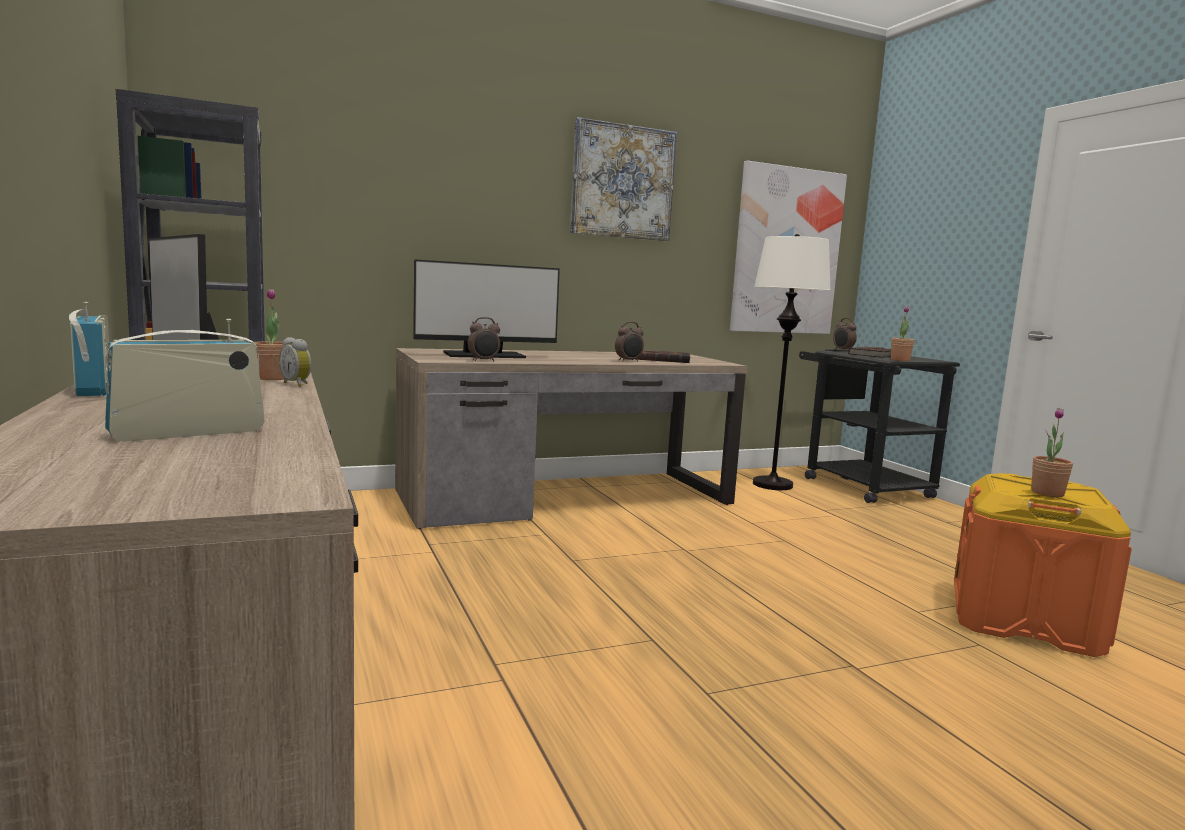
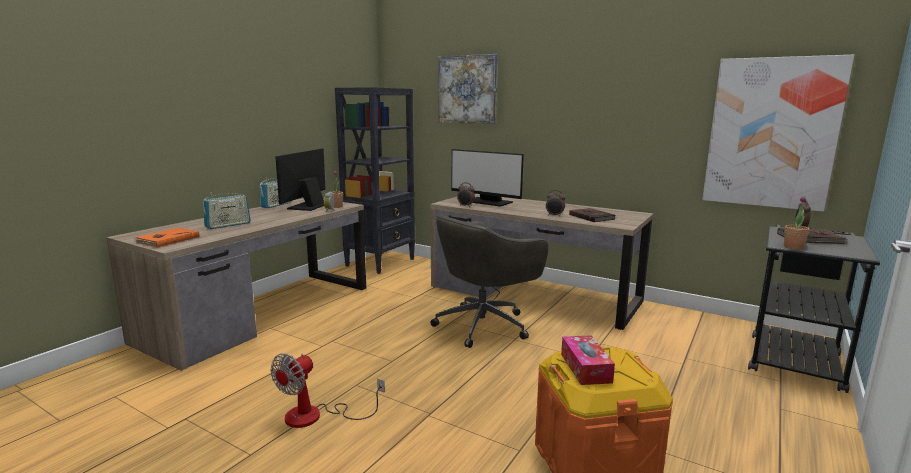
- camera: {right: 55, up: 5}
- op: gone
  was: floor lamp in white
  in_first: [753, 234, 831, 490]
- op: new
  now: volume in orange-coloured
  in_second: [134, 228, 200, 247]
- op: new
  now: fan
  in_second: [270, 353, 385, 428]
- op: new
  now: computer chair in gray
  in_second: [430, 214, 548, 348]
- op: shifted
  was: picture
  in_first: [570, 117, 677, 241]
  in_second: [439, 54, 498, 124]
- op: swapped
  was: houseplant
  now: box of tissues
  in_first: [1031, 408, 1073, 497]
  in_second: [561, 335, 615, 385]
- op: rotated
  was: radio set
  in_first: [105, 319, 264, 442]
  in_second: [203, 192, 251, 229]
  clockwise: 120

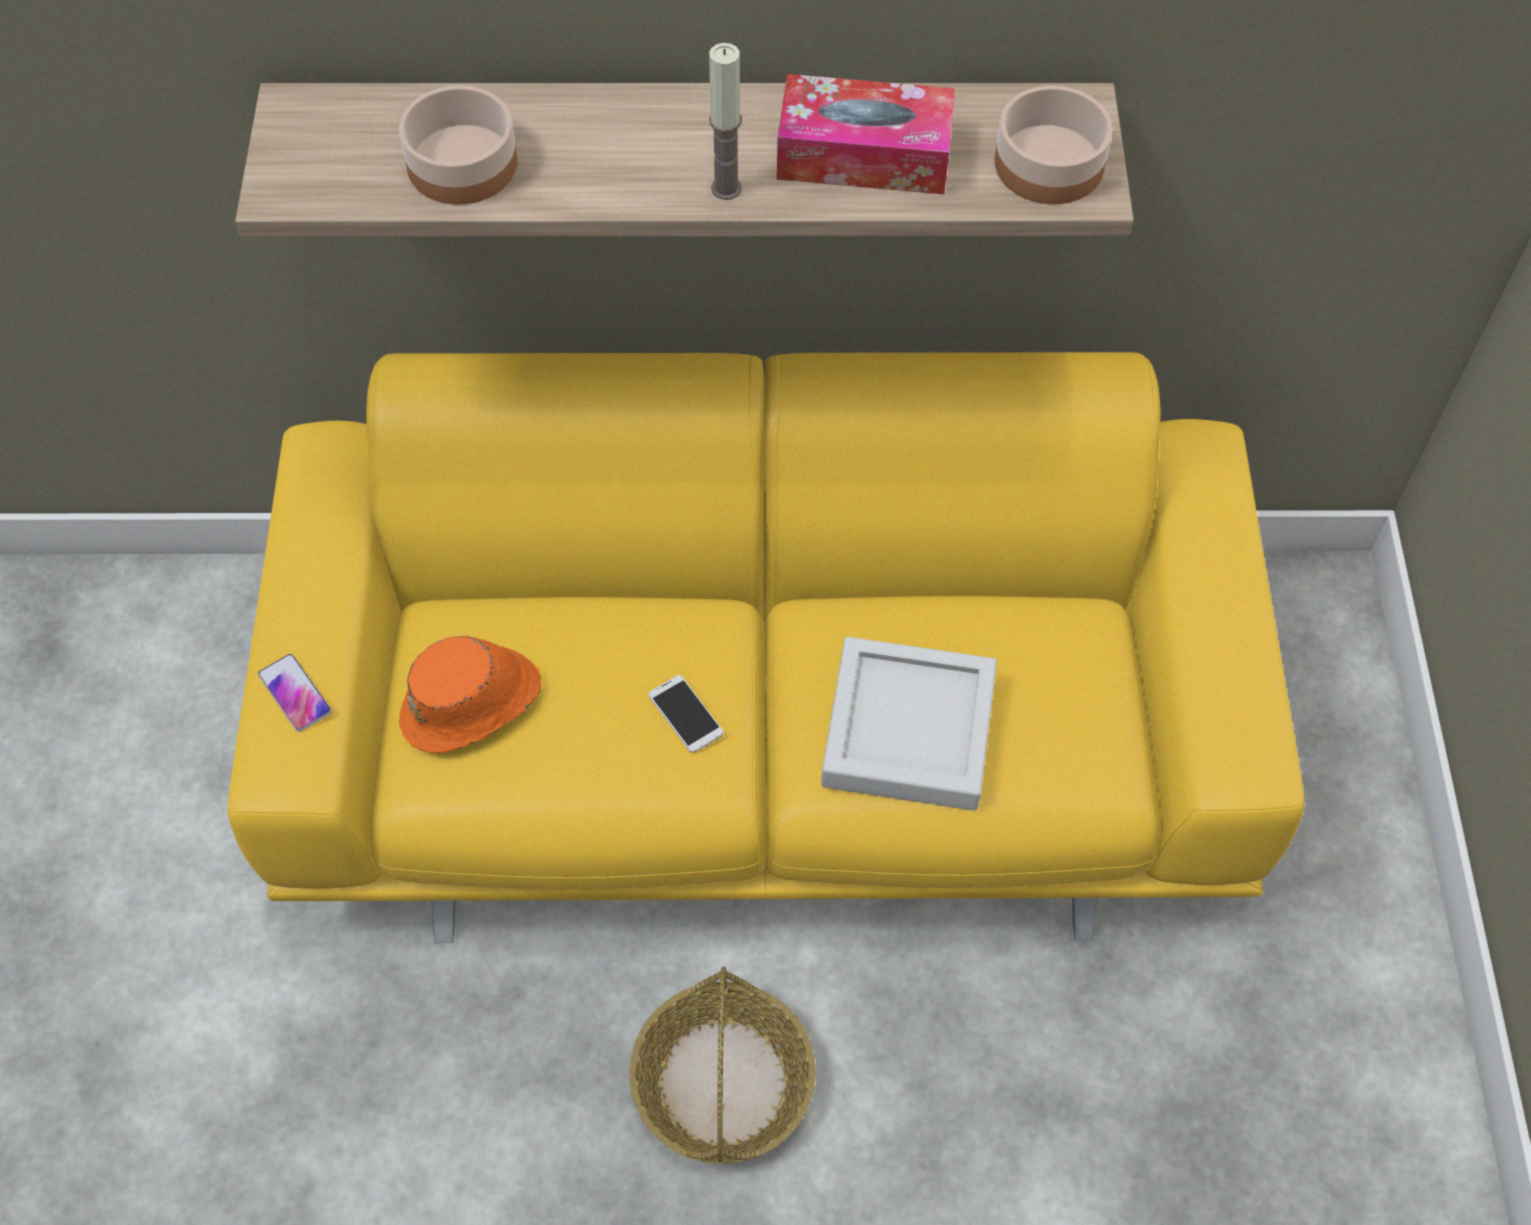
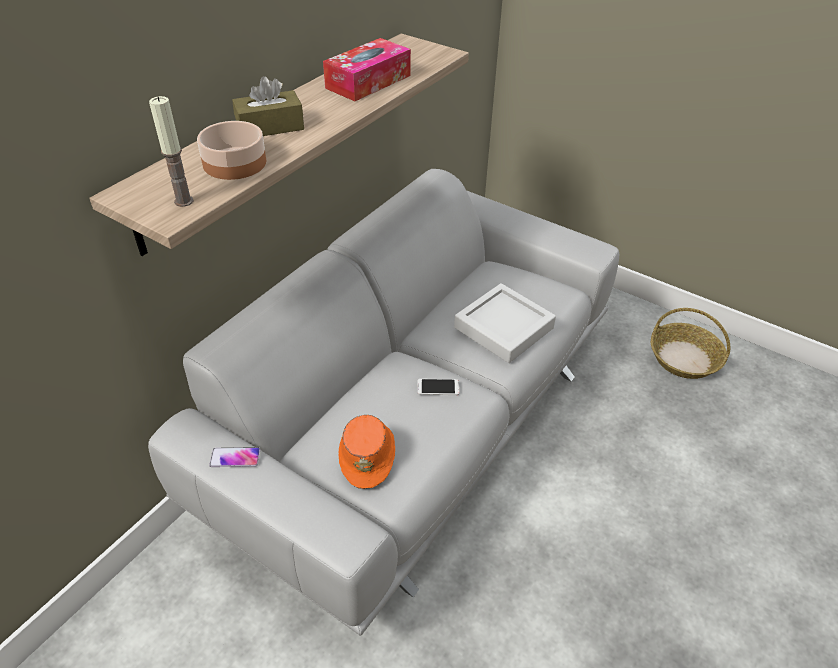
- camera: {right: -55, up: -15}
- op: gone
  was: serving bowl
  in_first: [995, 86, 1113, 204]
- op: new
  now: box of tissues in brown-coloured
  in_second: [232, 76, 304, 136]
- op: shifted
  was: handset
  in_first: [258, 654, 332, 732]
  in_second: [209, 447, 260, 467]
- op: shifted
  was: basket
  in_first: [629, 967, 816, 1164]
  in_second: [651, 308, 730, 379]
- op: shifted
  was: wax light
  in_first: [709, 43, 742, 200]
  in_second: [149, 96, 194, 207]
- op: repainted
  was: settee in yellow
  now: settee in gray
  in_first: [228, 352, 1304, 943]
  in_second: [148, 169, 619, 636]

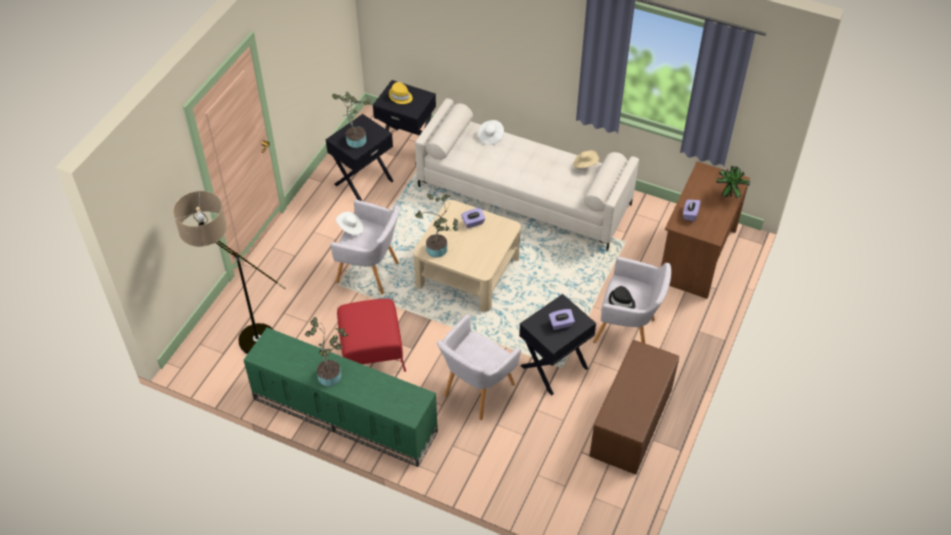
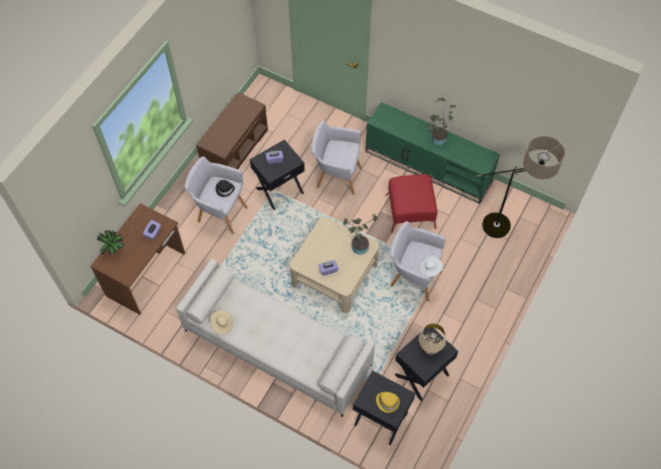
- camera: {right: -175, up: 10}
- op: gone
  was: wearable hat in white
  in_first: [478, 120, 504, 145]
- op: swapped
  was: houseplant
  now: table lamp in beige
  in_first: [332, 92, 371, 148]
  in_second: [419, 323, 446, 355]
- op: rotated
  was: lounge chair in gray
  in_first: [437, 314, 521, 420]
  in_second: [312, 121, 362, 195]
  clockwise: -120

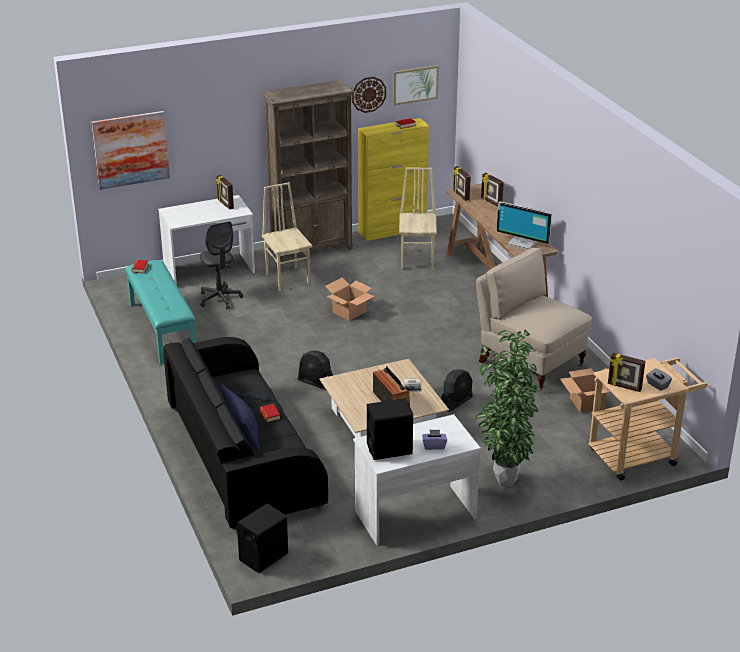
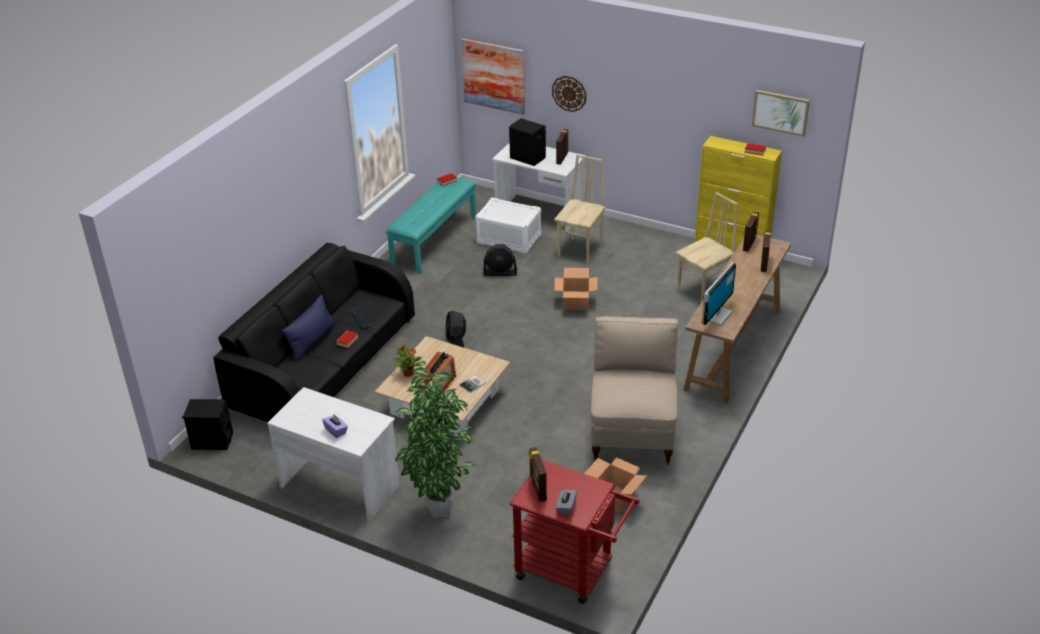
- camera: {right: 50, up: 5}
- op: gone
  was: shelving unit in brown-coloured
  in_first: [262, 80, 354, 262]
- op: new
  now: houseplant
  in_second: [393, 345, 422, 377]
- op: shifted
  was: wall clock
  in_first: [352, 77, 386, 113]
  in_second: [552, 76, 586, 112]
- op: shifted
  was: loudspeaker in black-coloured
  in_first: [367, 398, 413, 460]
  in_second: [509, 118, 546, 166]
- op: shifted
  was: fan in black-coloured
  in_first: [441, 369, 473, 412]
  in_second: [483, 244, 517, 276]
- op: swapped
  was: computer chair in gray
  now: storage bin in white
  in_first: [200, 221, 243, 310]
  in_second: [475, 197, 541, 254]
- op: repainted
  was: wheeled cart in beige
  now: wheeled cart in red-coloured
  in_first: [588, 358, 707, 480]
  in_second: [510, 459, 639, 604]
- op: rotated
  was: computer screen
  in_first: [497, 201, 552, 250]
  in_second: [701, 262, 736, 326]
  clockwise: -135

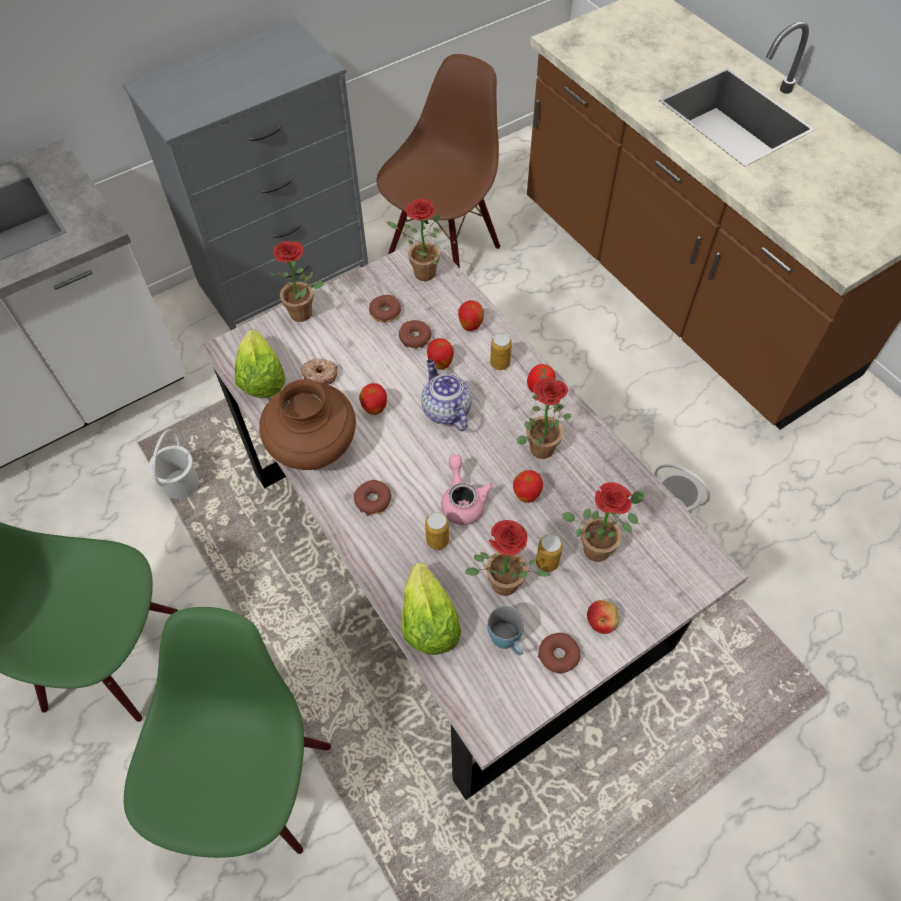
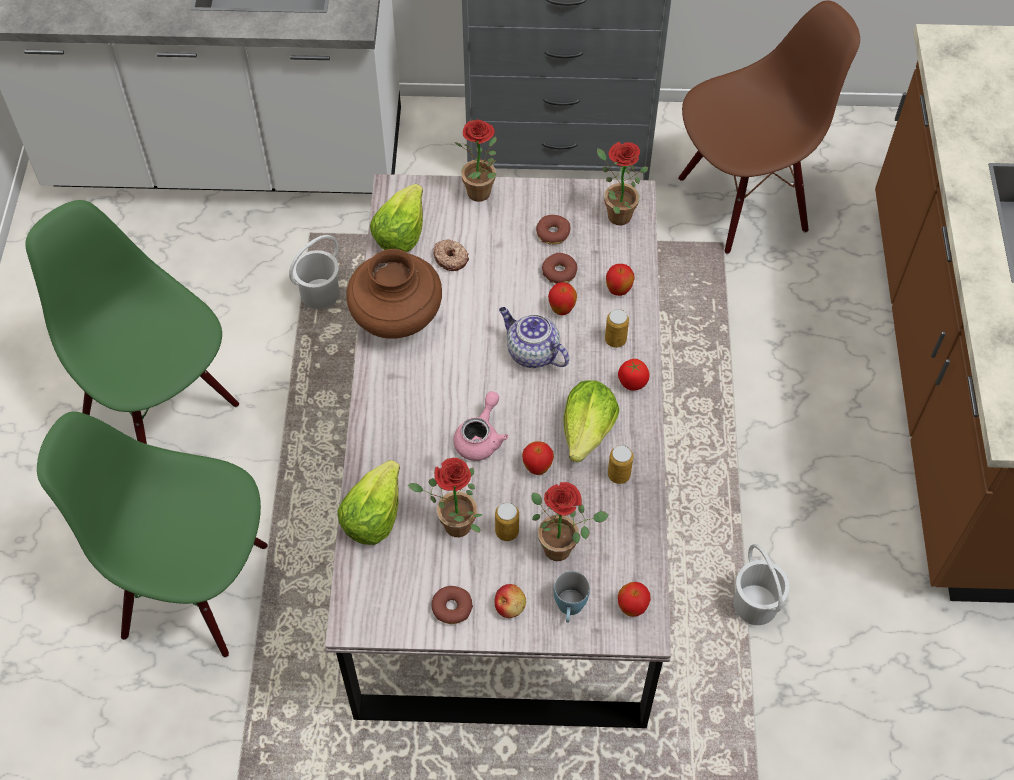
- camera: {right: 35, up: 0}
- op: gone
  was: ring doughnut
  in_first: [354, 480, 391, 516]
- op: shifted
  was: apple fruit
  in_first: [359, 383, 387, 415]
  in_second: [618, 582, 651, 617]
- op: shifted
  was: metal can
  in_first: [425, 512, 449, 550]
  in_second: [608, 445, 633, 484]
- op: shifted
  was: tea mug in bluish
  in_first: [488, 605, 524, 656]
  in_second: [554, 571, 590, 622]
- op: swapped
  was: houseplant
  now: lettuce head
  in_first: [517, 374, 572, 459]
  in_second: [563, 381, 619, 462]
- op: rotated
  was: plain chair in greenish
  in_first: [124, 607, 331, 858]
  in_second: [37, 411, 268, 658]
  clockwise: -120
- op: rotated
  was: pot for tea
  in_first: [421, 359, 472, 431]
  in_second: [499, 307, 569, 368]
  clockwise: -60

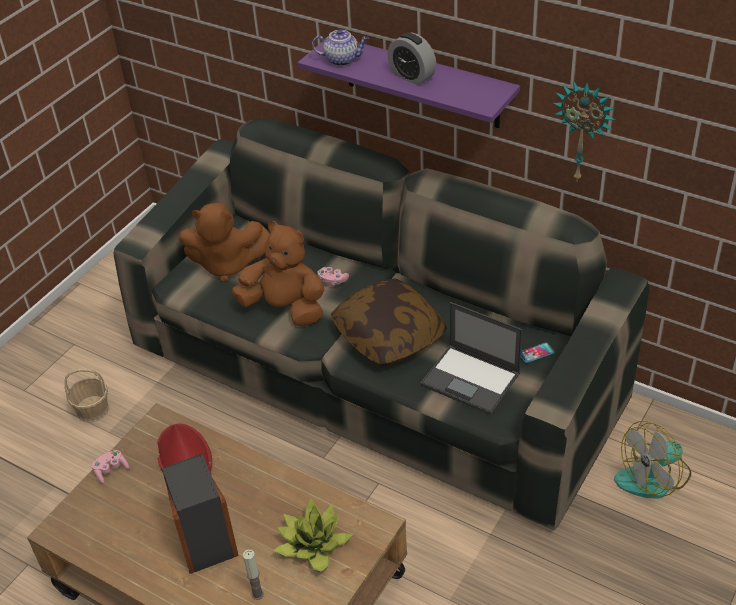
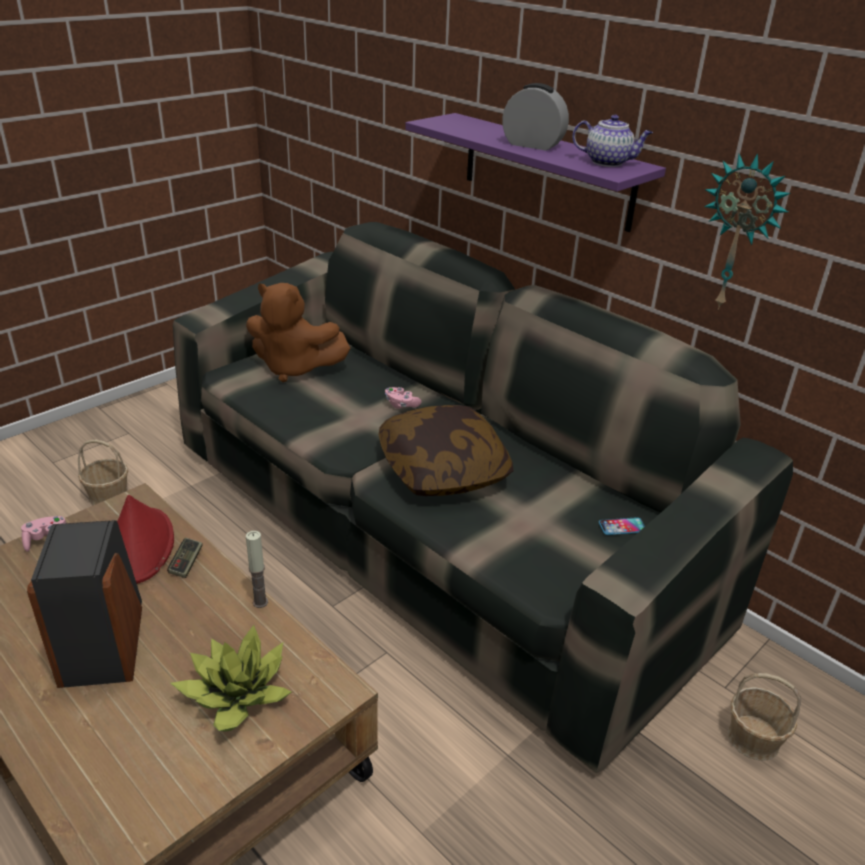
- camera: {right: 10, up: -10}
- op: gone
  was: plush toy in brown-coloured
  in_first: [231, 221, 324, 326]
- op: gone
  was: laptop
  in_first: [420, 302, 522, 415]
- op: new
  now: joypad
  in_second: [167, 538, 203, 578]
- op: shifted
  was: wax light
  in_first: [243, 549, 264, 600]
  in_second: [246, 531, 268, 608]
- op: shifted
  was: pot for tea
  in_first: [312, 29, 369, 66]
  in_second: [572, 114, 653, 167]
- op: swapped
  was: fan
  now: basket
  in_first: [614, 421, 691, 499]
  in_second: [728, 673, 801, 761]
- op: rotated
  was: table clock
  in_first: [388, 32, 436, 85]
  in_second: [502, 83, 569, 151]
  clockwise: 150

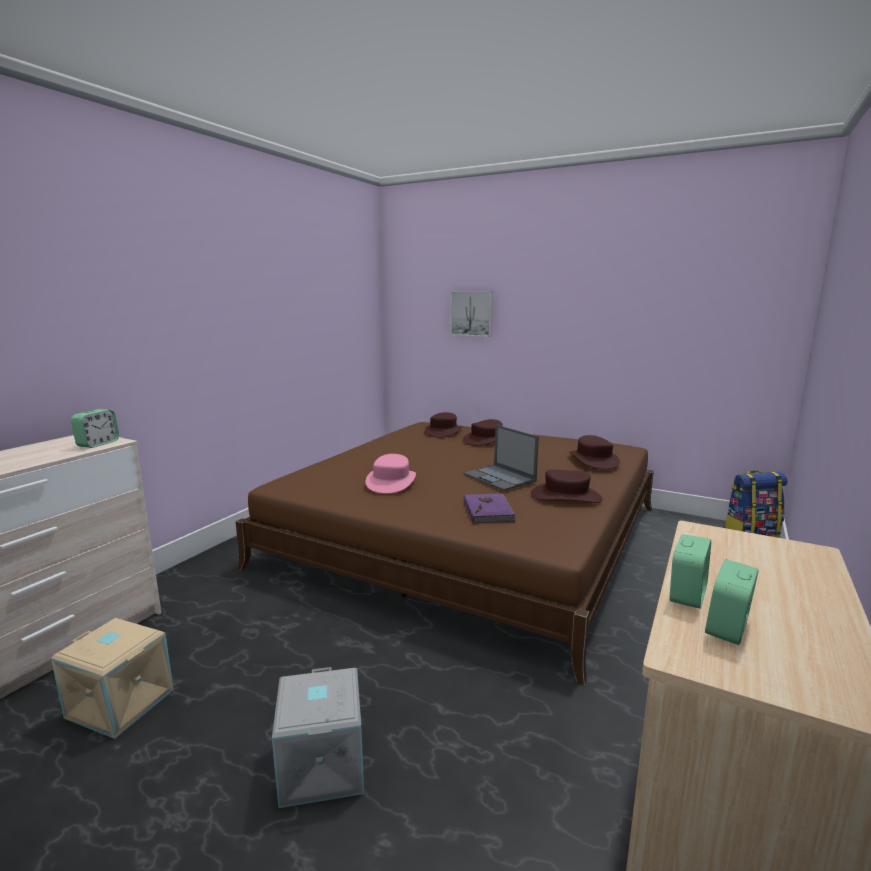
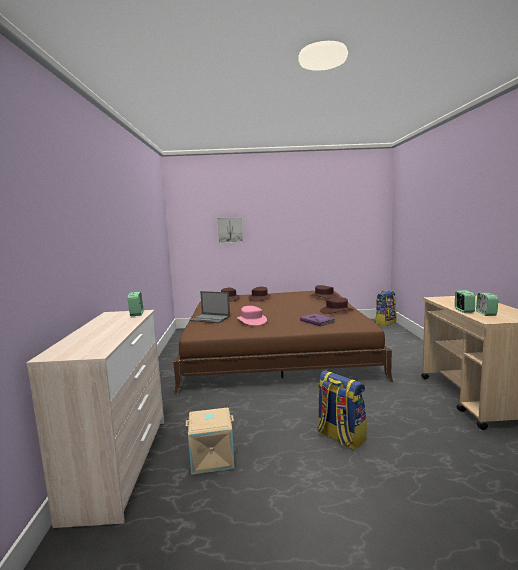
- camera: {right: -30, up: -5}
- op: shifted
  was: laptop
  in_first: [464, 425, 539, 491]
  in_second: [189, 291, 230, 323]
- op: swapped
  was: storage bin in gray
  now: rucksack
  in_first: [272, 667, 364, 808]
  in_second: [317, 370, 367, 450]

